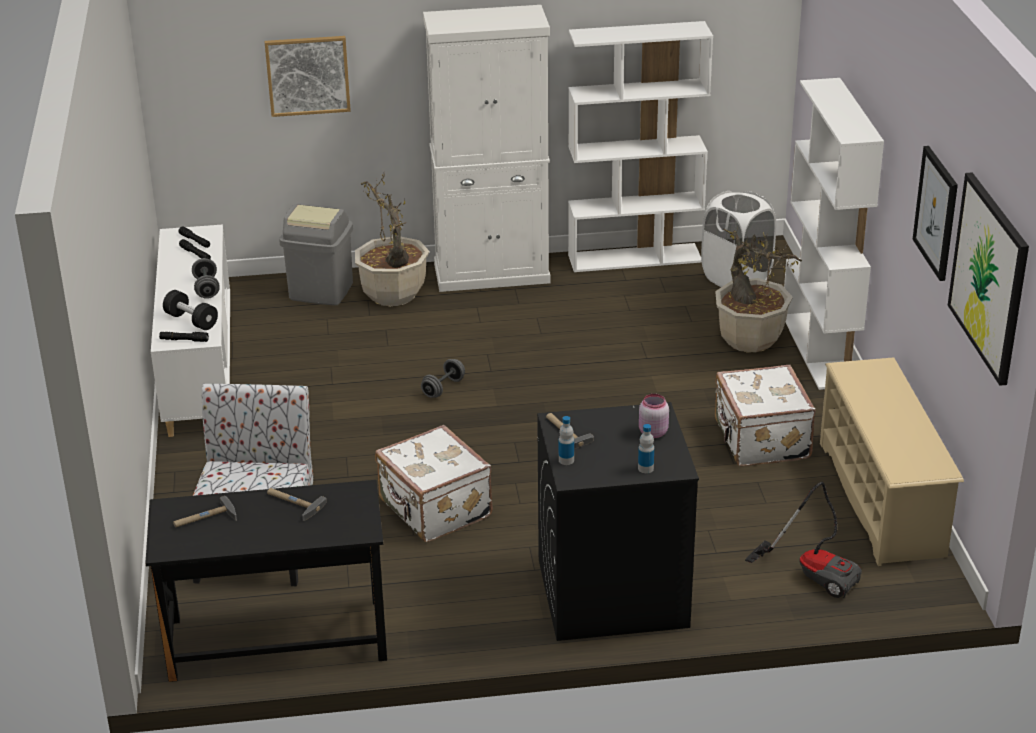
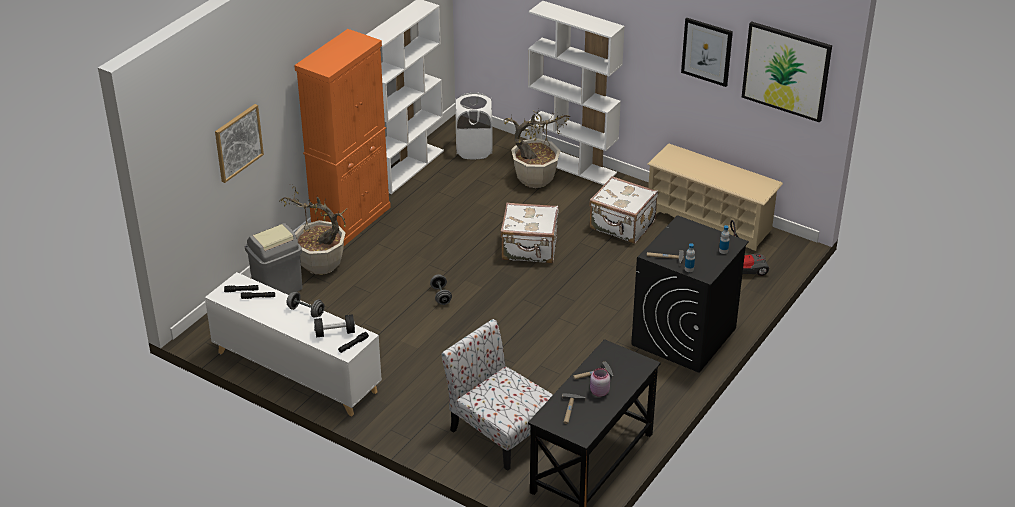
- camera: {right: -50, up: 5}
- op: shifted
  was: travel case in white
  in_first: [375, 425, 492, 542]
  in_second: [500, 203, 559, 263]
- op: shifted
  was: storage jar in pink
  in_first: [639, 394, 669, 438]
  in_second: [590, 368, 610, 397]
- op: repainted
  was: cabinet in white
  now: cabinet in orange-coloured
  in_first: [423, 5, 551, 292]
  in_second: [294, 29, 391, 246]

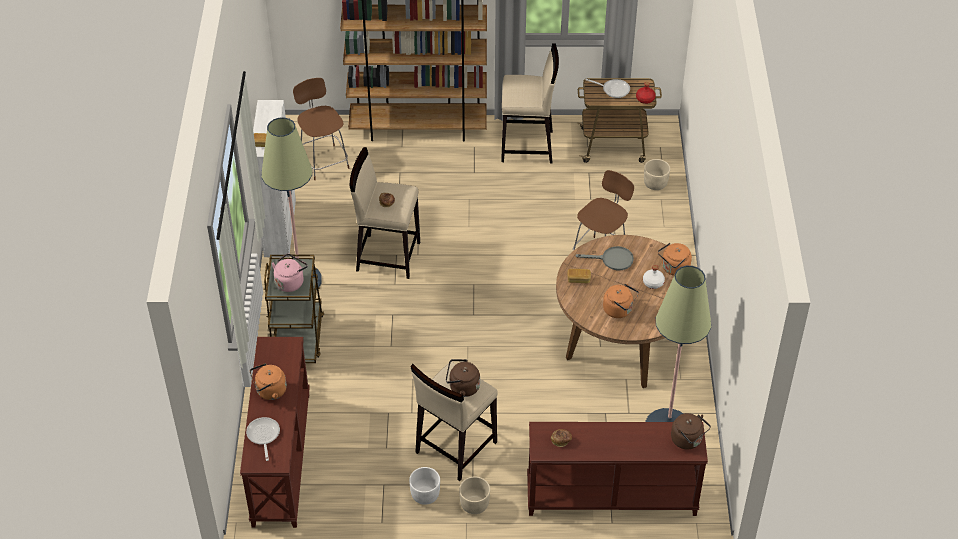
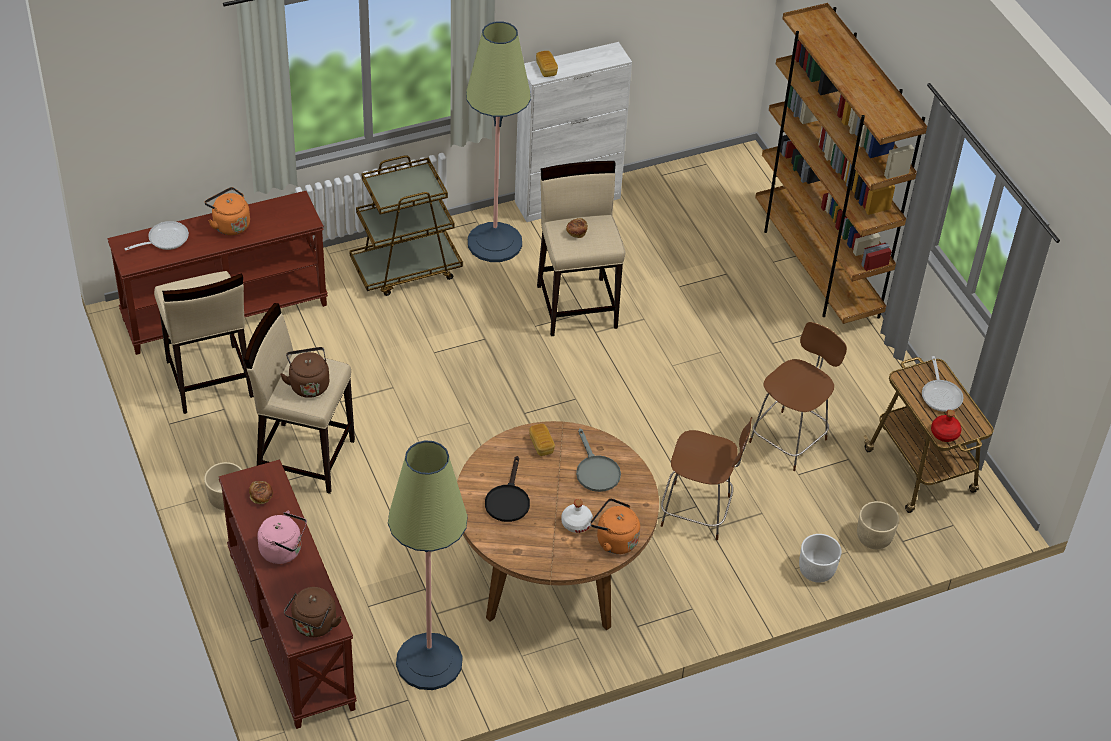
- camera: {right: 65, up: 0}
- op: shifted
  was: water kettle in pink
  in_first: [272, 254, 308, 292]
  in_second: [257, 511, 307, 564]
- op: shifted
  was: plain chair in brown-coloured
  in_first: [293, 78, 349, 180]
  in_second: [749, 322, 847, 471]
- op: shifted
  was: planter in white
  in_first: [409, 467, 440, 505]
  in_second: [799, 534, 842, 583]
- op: shifted
  was: stool in beige
  in_first: [501, 43, 559, 164]
  in_second: [154, 271, 254, 414]
- op: swapped
  was: water kettle in orange-coloured
  now: skillet in black-coloured
  in_first: [603, 284, 639, 318]
  in_second: [485, 456, 530, 522]

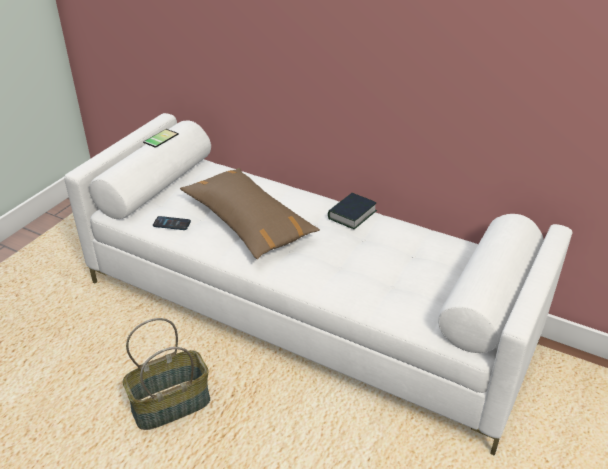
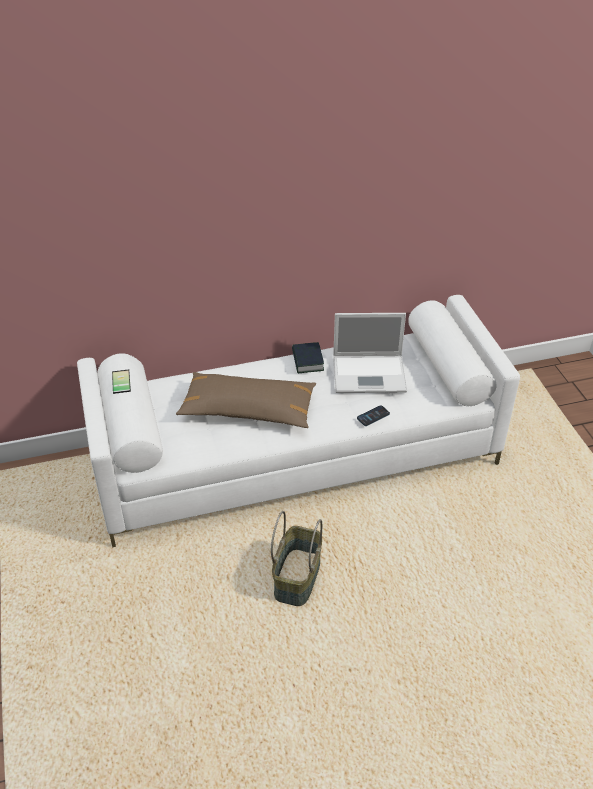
- camera: {right: -45, up: 5}
- op: new
  now: laptop
  in_second: [333, 313, 407, 393]
- op: shifted
  was: handset
  in_first: [153, 216, 191, 230]
  in_second: [357, 405, 390, 426]

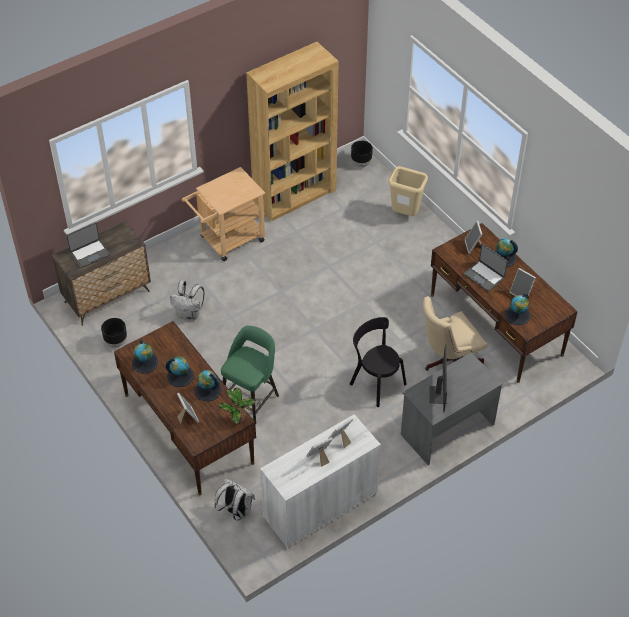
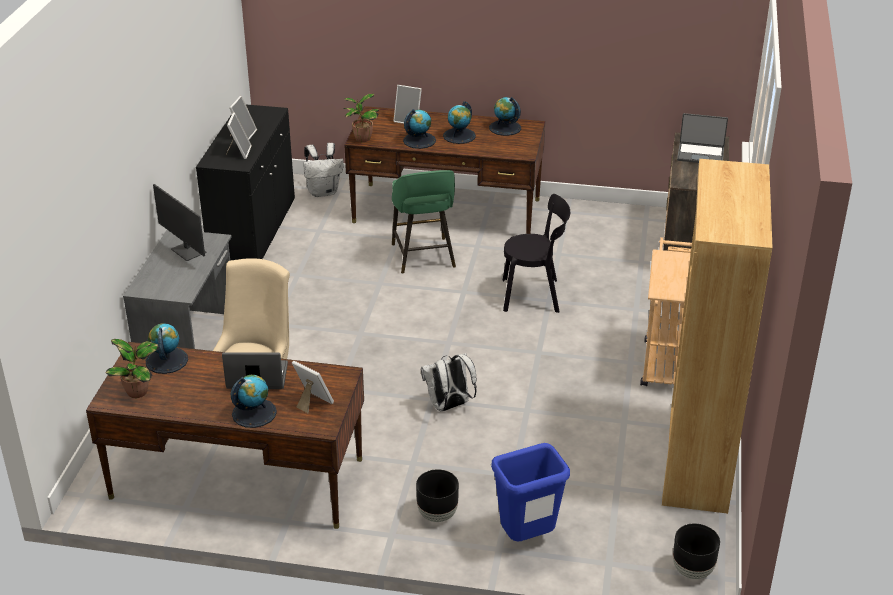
- camera: {right: 135, up: -15}
- op: gone
  was: photo frame
  in_first: [509, 268, 536, 296]
- op: new
  now: houseplant
  in_second: [105, 339, 159, 398]
- op: shifted
  was: planter in black-coloured
  in_first: [101, 318, 127, 348]
  in_second: [416, 469, 459, 522]
- op: shifted
  was: rucksack in white
  in_first: [170, 280, 204, 321]
  in_second: [421, 353, 477, 412]
- op: shifted
  was: plain chair in black-coloured
  in_first: [350, 317, 407, 407]
  in_second: [503, 194, 570, 313]
- op: repainted
  was: cabinet in white
  now: cabinet in black-coloured
  in_first: [260, 414, 381, 548]
  in_second: [196, 104, 295, 261]
- op: repainted
  was: waste bin in beige
  now: waste bin in bluish
  in_first: [388, 166, 428, 216]
  in_second: [491, 443, 570, 542]
- op: rotated
  was: laptop
  in_first: [66, 222, 110, 268]
  in_second: [677, 113, 728, 163]
  clockwise: -90

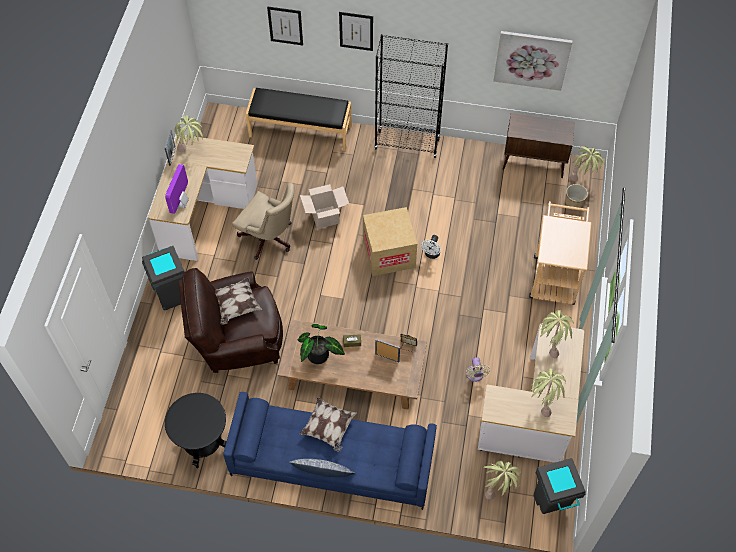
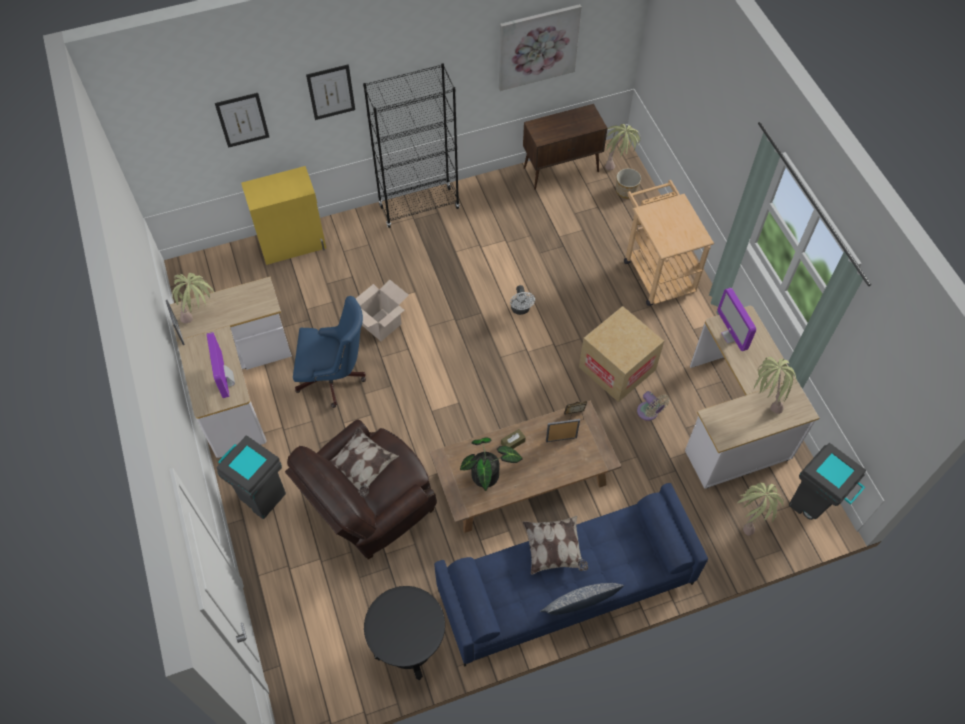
- camera: {right: -30, up: 0}
- op: shifted
  was: cardboard box
  in_first: [363, 207, 417, 276]
  in_second: [579, 306, 664, 402]
- op: swapped
  was: bench in black-coloured
  now: cabinet in yellow
  in_first: [246, 88, 352, 151]
  in_second: [241, 166, 326, 265]
- op: swapped
  was: houseplant
  now: computer screen
  in_first: [539, 310, 574, 358]
  in_second: [718, 288, 756, 351]
- op: repainted
  was: computer chair in beige
  now: computer chair in bluish
  in_first: [232, 183, 295, 260]
  in_second: [293, 296, 366, 408]

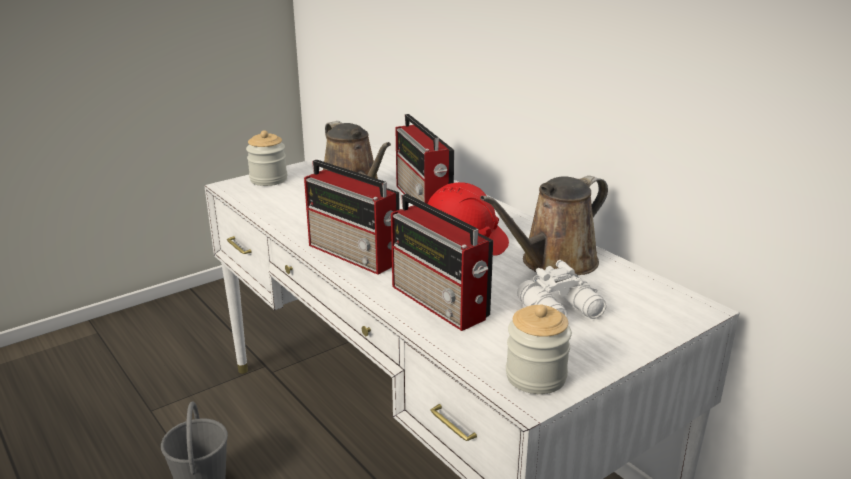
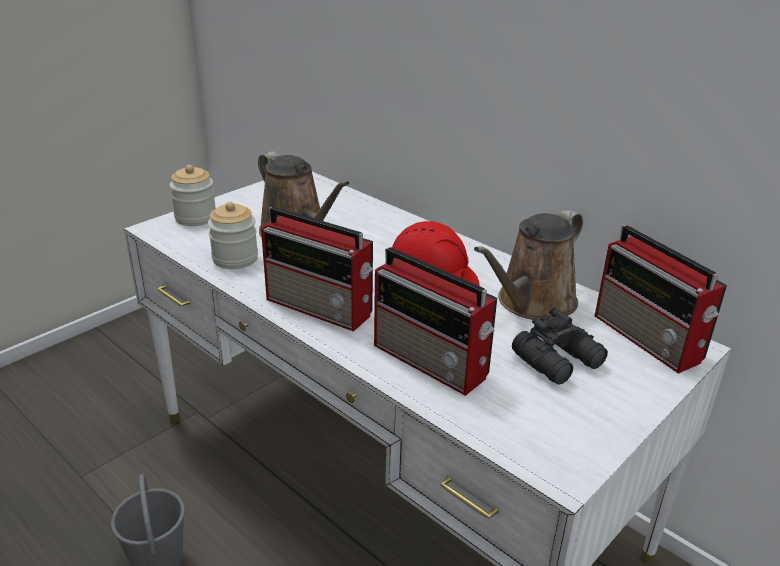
- camera: {right: -10, up: 5}
- op: shifted
  was: radio set
  in_first: [395, 114, 454, 204]
  in_second: [595, 225, 727, 374]
- op: shifted
  was: storage jar
  in_first: [506, 304, 572, 394]
  in_second: [208, 202, 258, 269]
- op: repainted
  was: binoculars in white
  now: binoculars in black-coloured
  in_first: [517, 260, 606, 319]
  in_second: [512, 307, 608, 385]

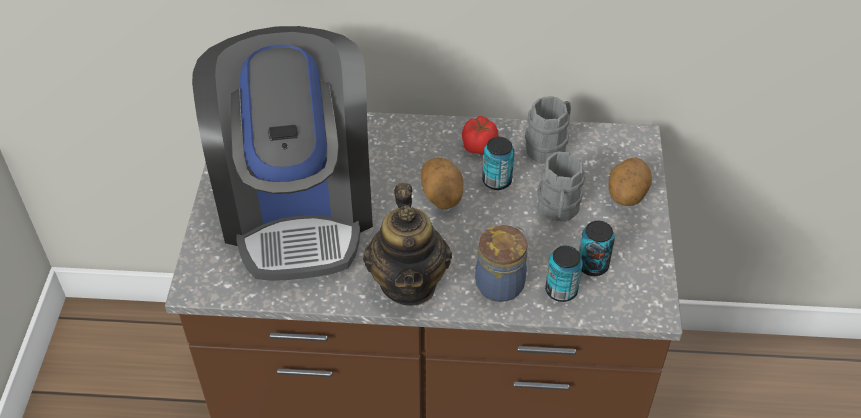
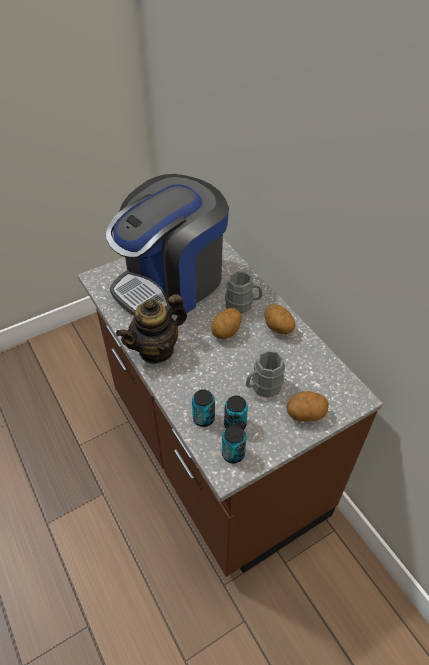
- camera: {right: 55, up: 0}
- op: gone
  was: storage jar
  in_first: [475, 225, 528, 302]
- op: shifted
  was: metal can
  in_first: [482, 137, 514, 190]
  in_second: [222, 425, 247, 463]
- op: shifted
  was: tea mug in gray
  in_first: [525, 96, 571, 164]
  in_second: [225, 271, 263, 314]
- op: swapped
  was: fresh tomato
  now: spud
  in_first: [462, 116, 498, 155]
  in_second: [264, 304, 295, 334]

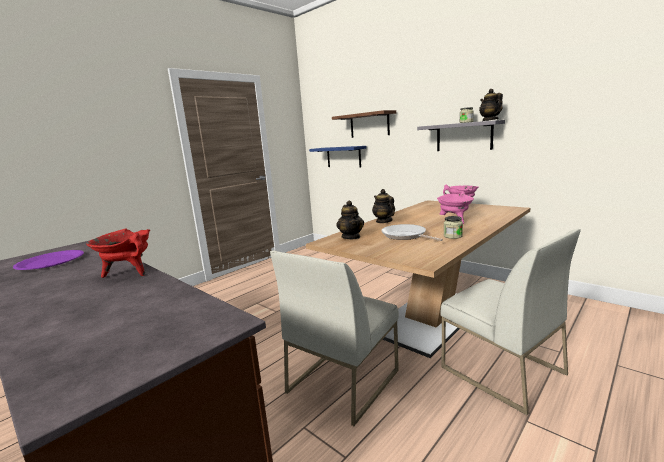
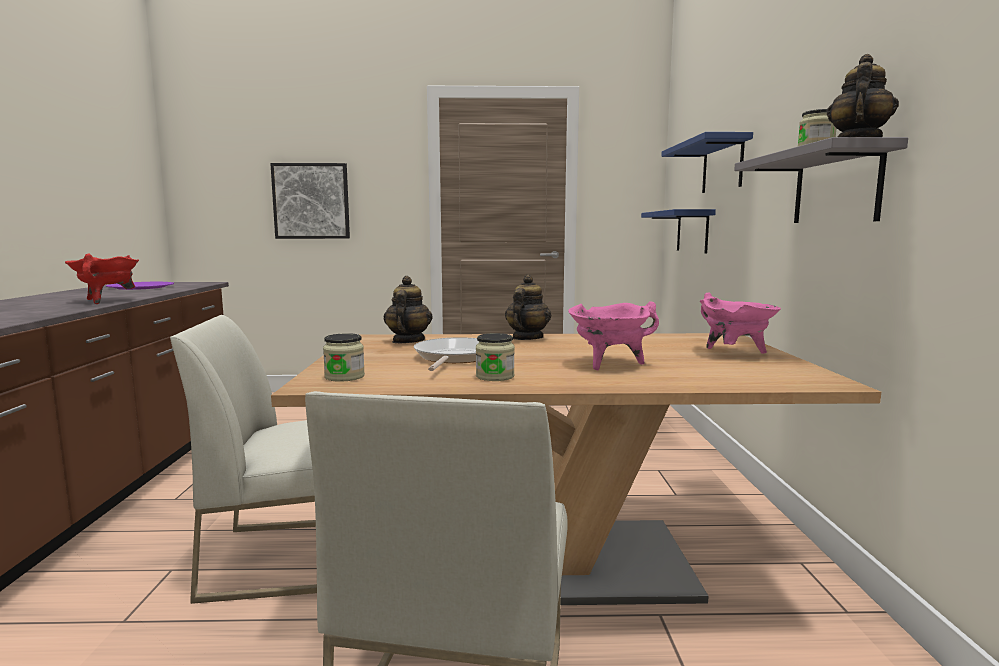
- camera: {right: 45, up: -5}
- op: new
  now: picture
  in_second: [270, 163, 350, 239]
- op: new
  now: storage jar
  in_second: [323, 333, 365, 382]
- op: repainted
  was: shelf in brown-coloured
  now: shelf in bluish
  in_first: [332, 110, 396, 138]
  in_second: [661, 132, 753, 193]
- op: rotated
  was: pot for tea
  in_first: [336, 200, 364, 239]
  in_second: [383, 276, 433, 343]
  clockwise: 150

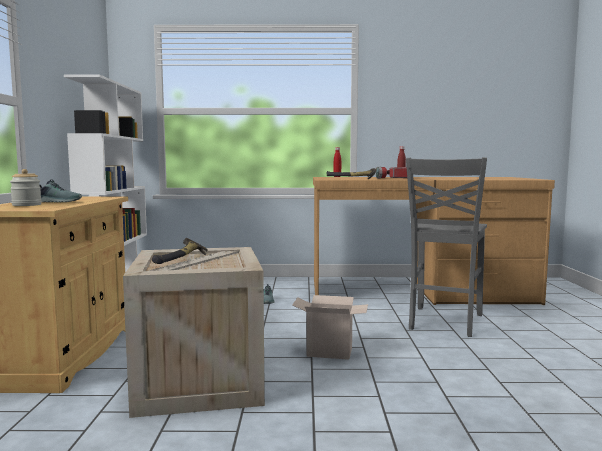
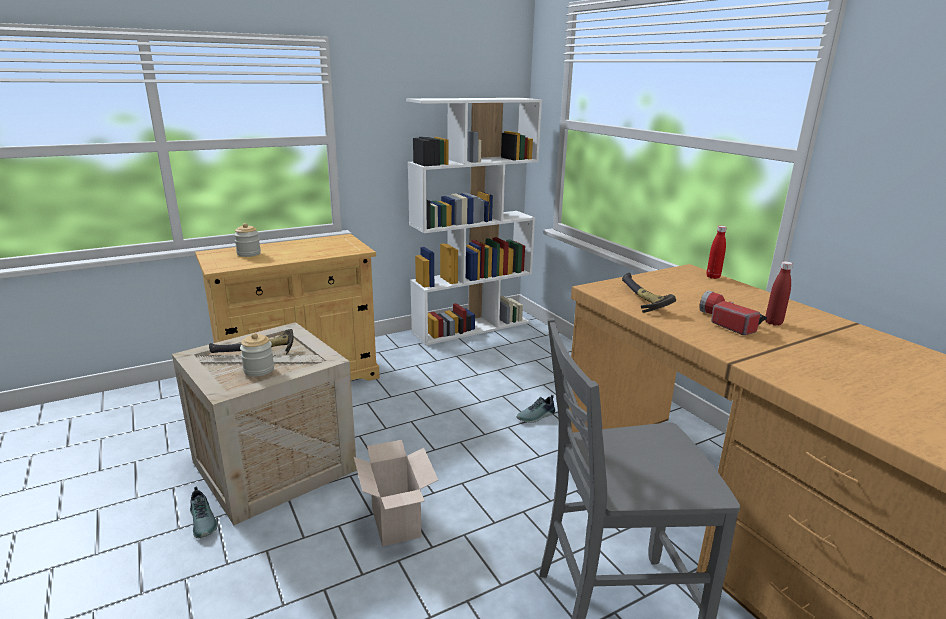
- camera: {right: 60, up: 15}
- op: new
  now: storage jar
  in_second: [240, 333, 274, 376]
- op: shifted
  was: item of footwear
  in_first: [39, 179, 82, 202]
  in_second: [190, 487, 218, 538]

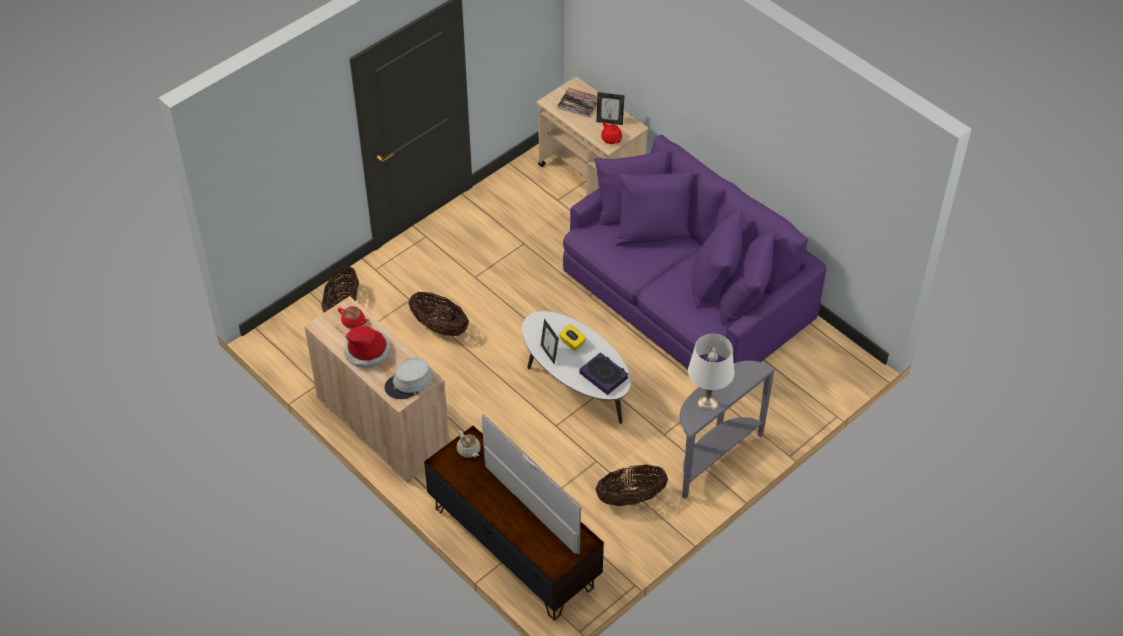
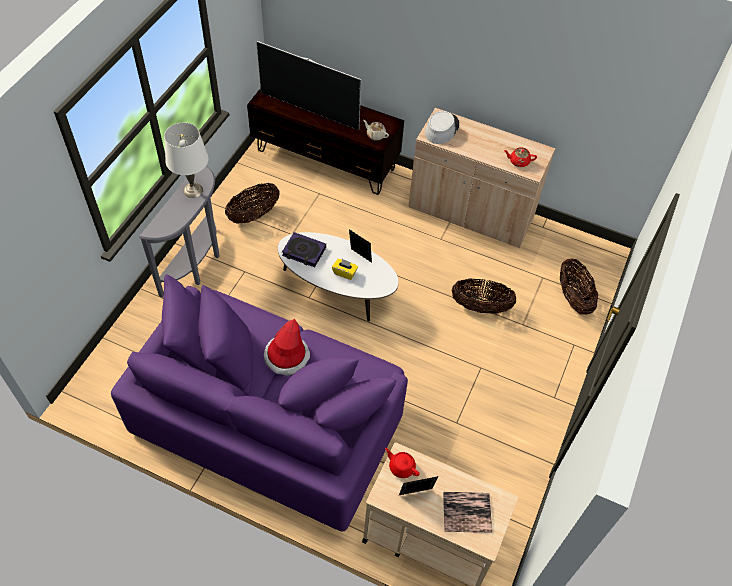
- camera: {right: 155, up: 5}
- op: shifted
  was: wearable hat
  in_first: [345, 326, 391, 368]
  in_second: [264, 319, 310, 376]

